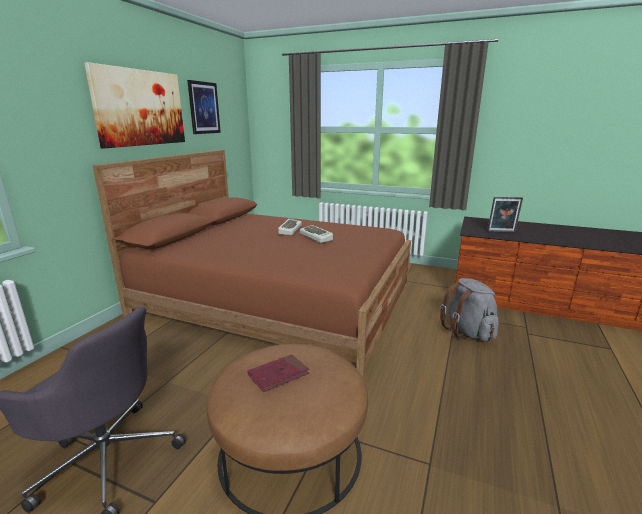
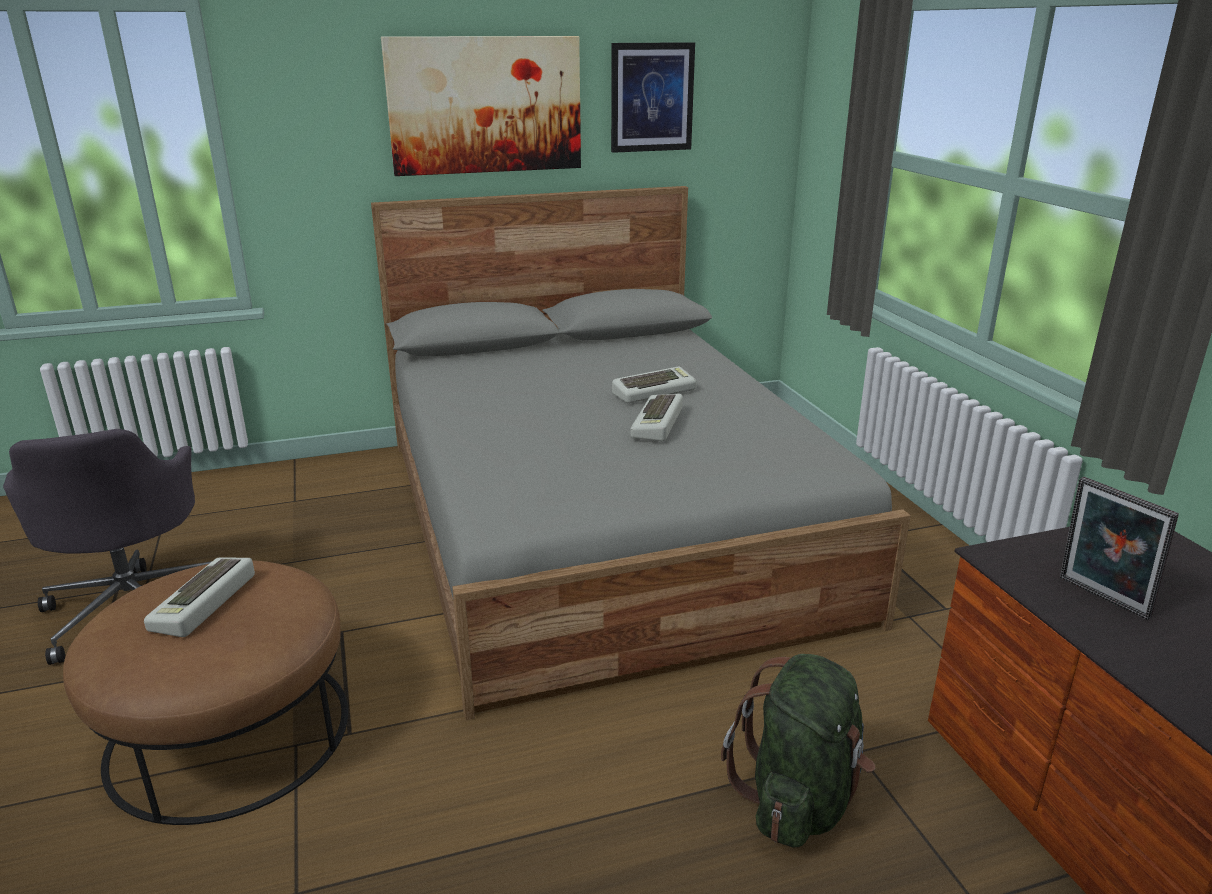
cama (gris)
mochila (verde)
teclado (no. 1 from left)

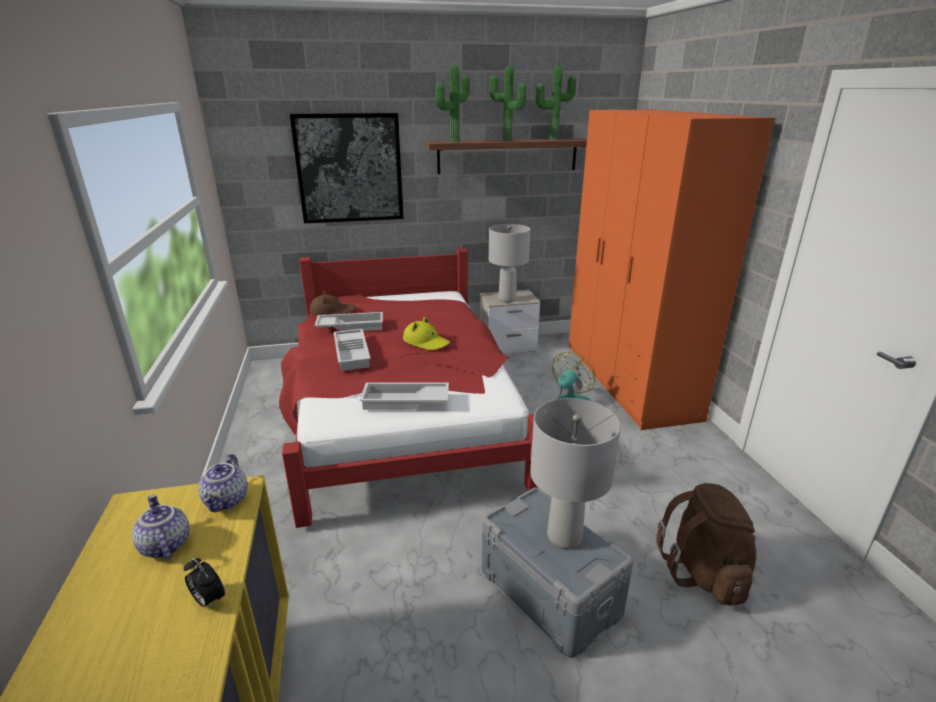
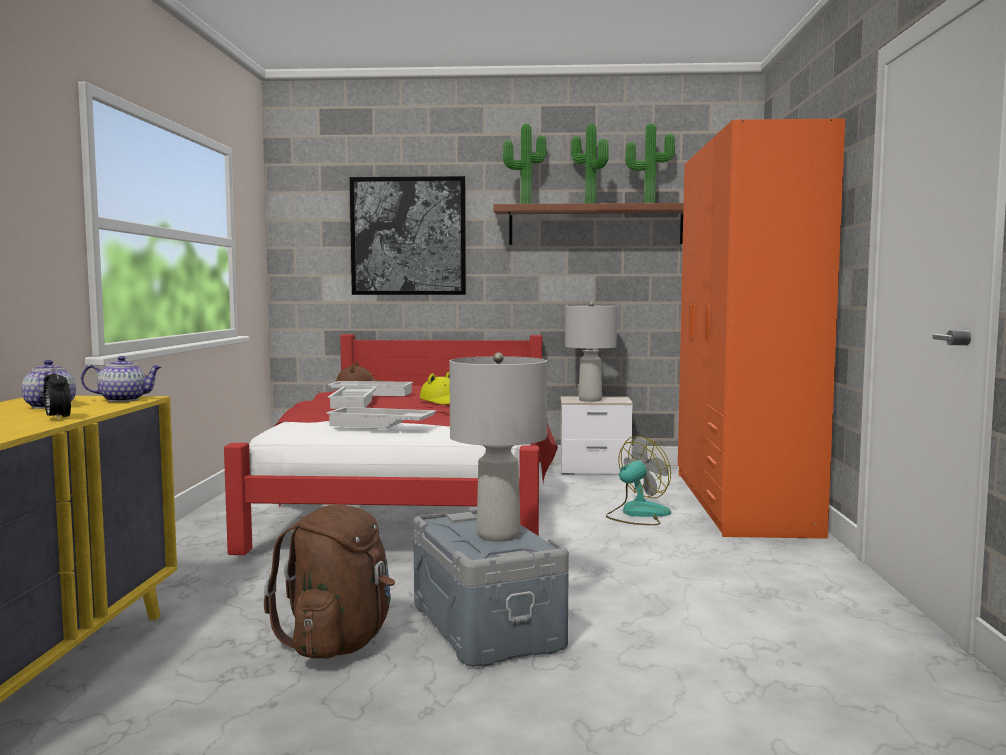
tetera (no. 2 from left)
mochila (marrón)

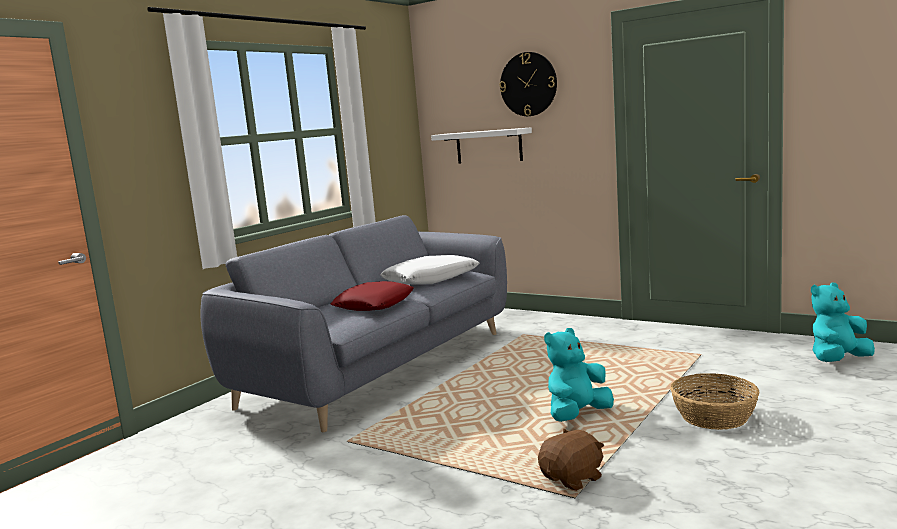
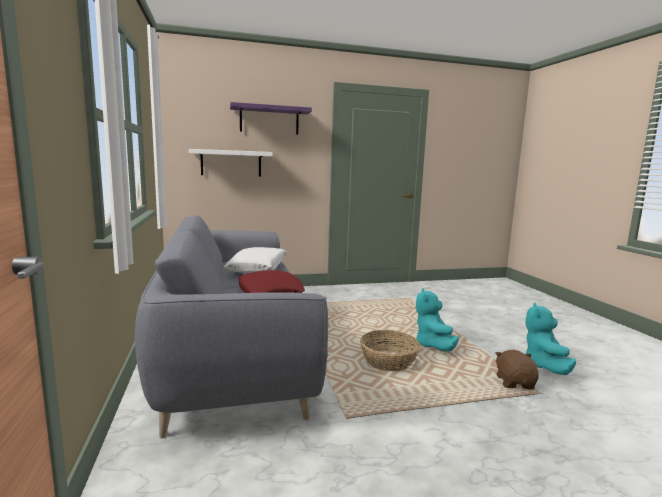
estante (morado)
peluche (turquesa) (no. 2 from left)
cesta

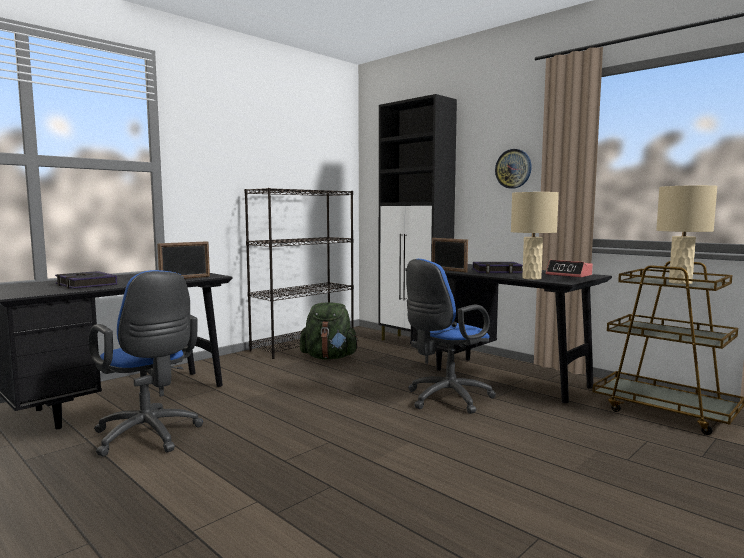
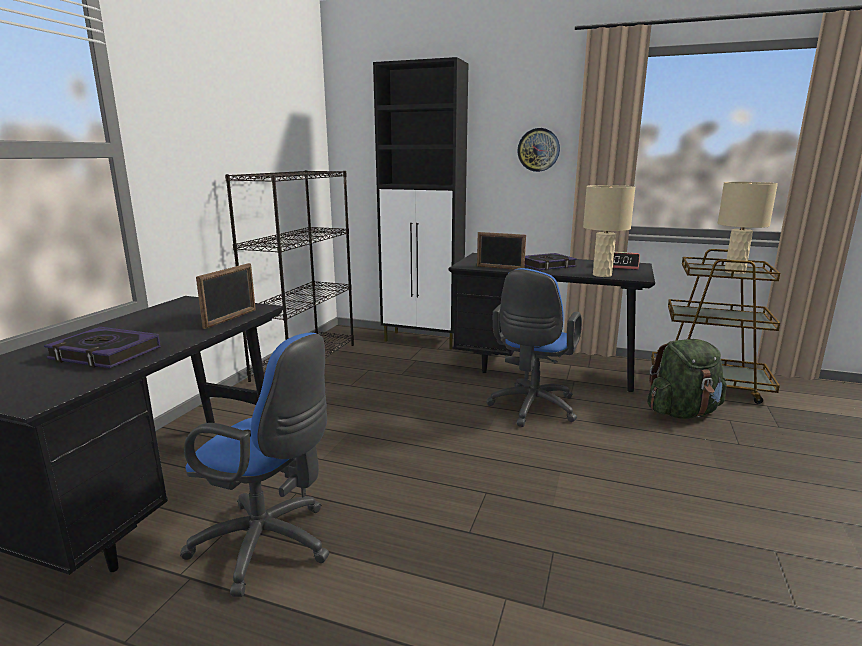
mochila (verde)

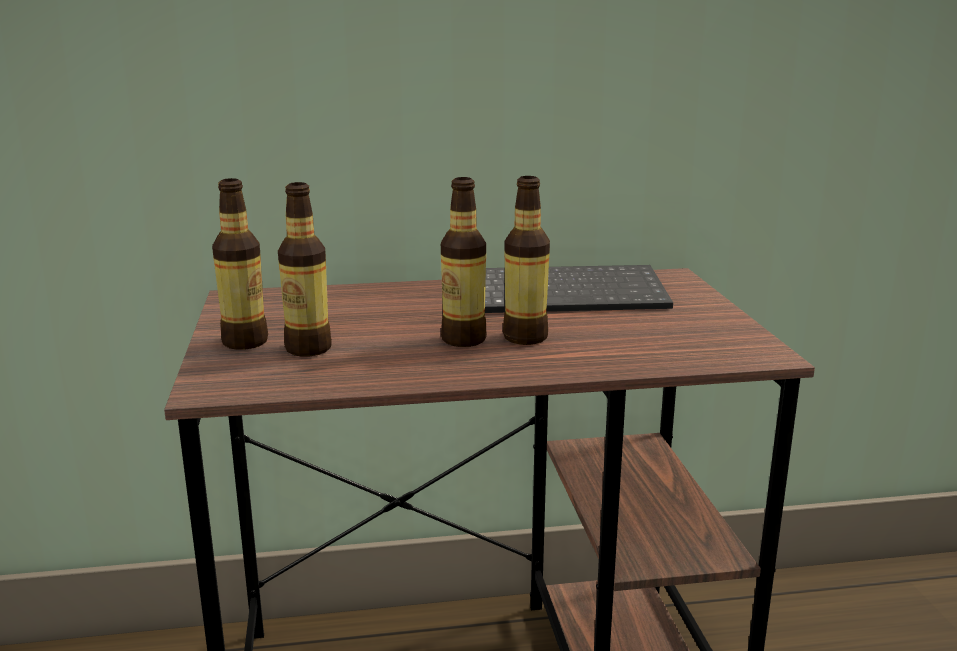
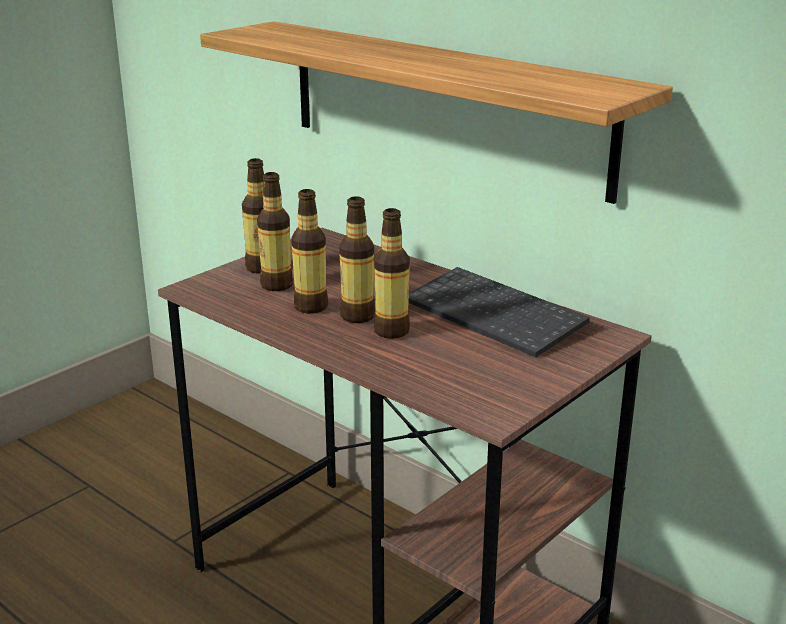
estante
botella (no. 3 from left)

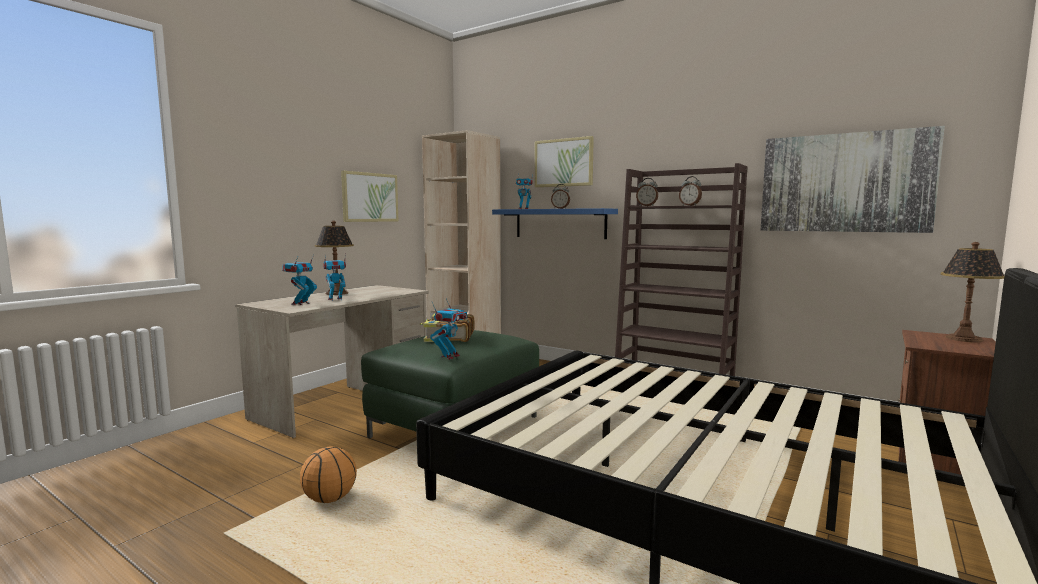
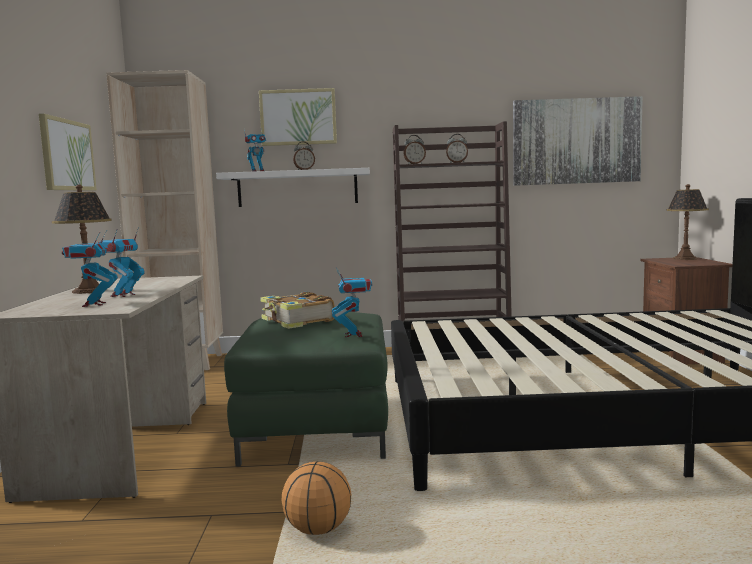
estante (blanco)

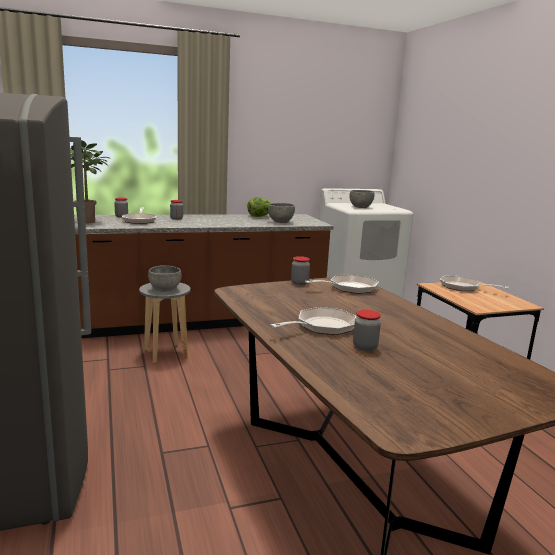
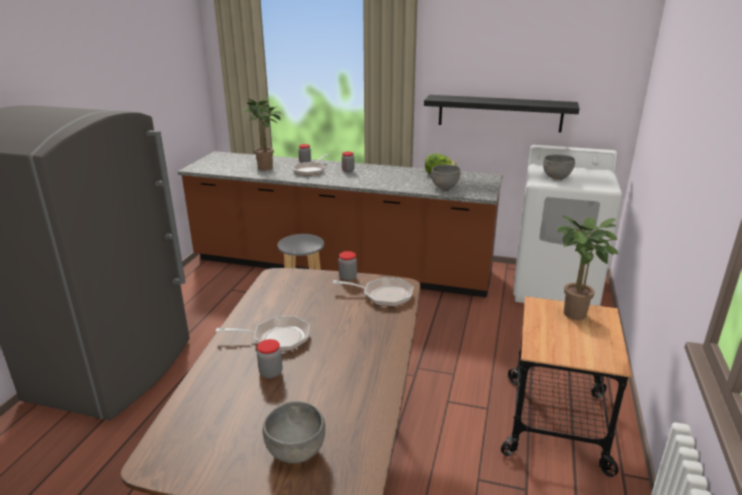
cuenco (gris) (no. 1 from left)
planta en maceta (no. 2 from left)
estante (negro)

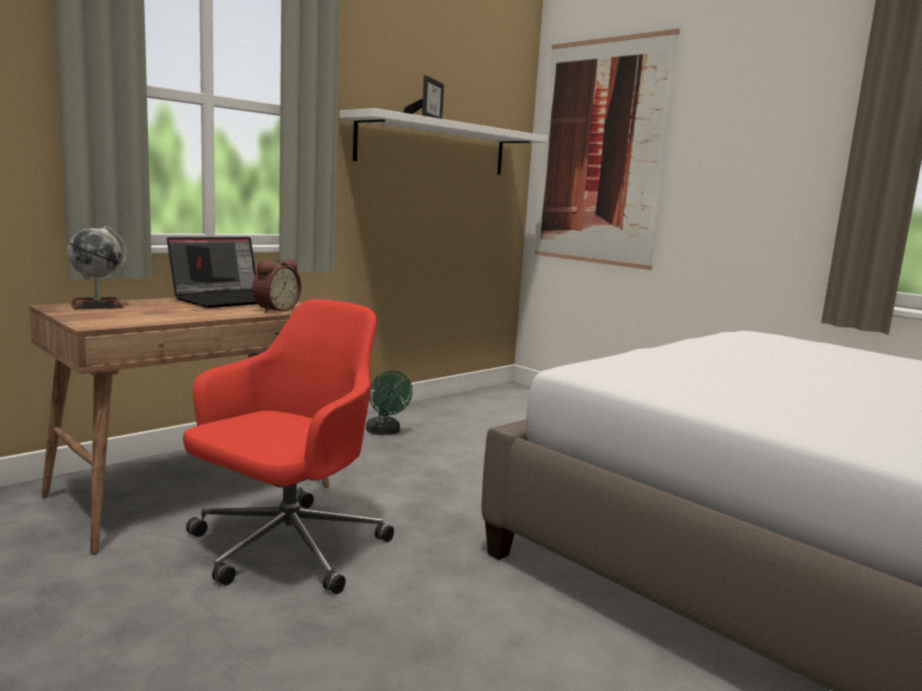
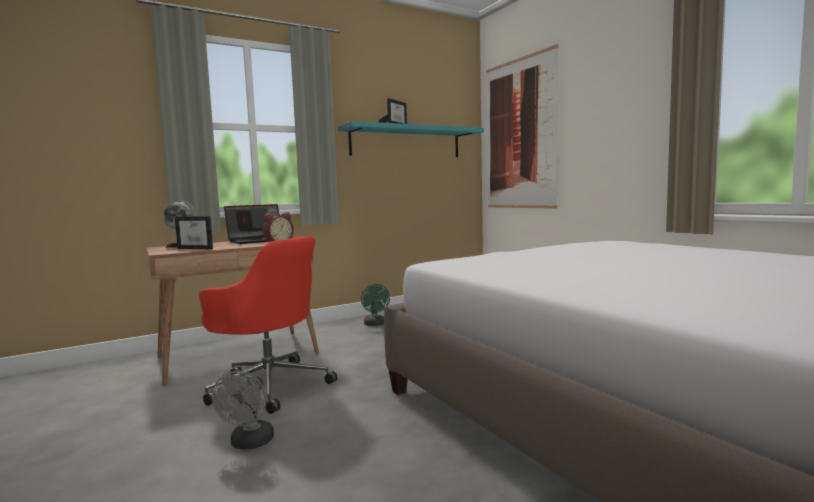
estante (turquesa)
silla de oficina (rojo)
portarretratos (no. 1 from left)
ventilador (gris)

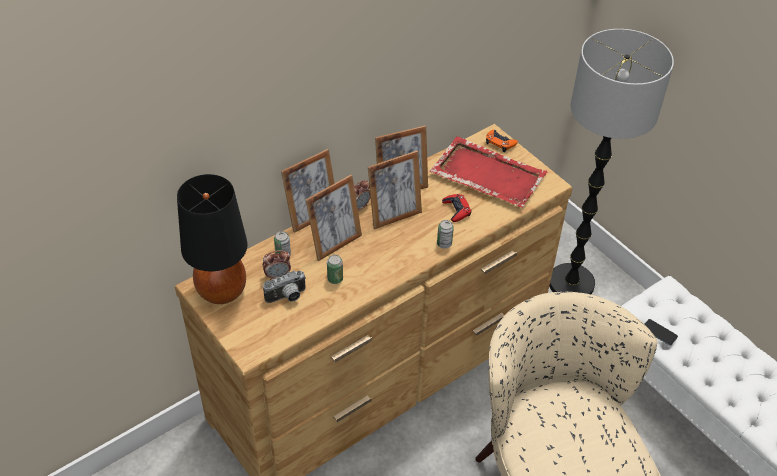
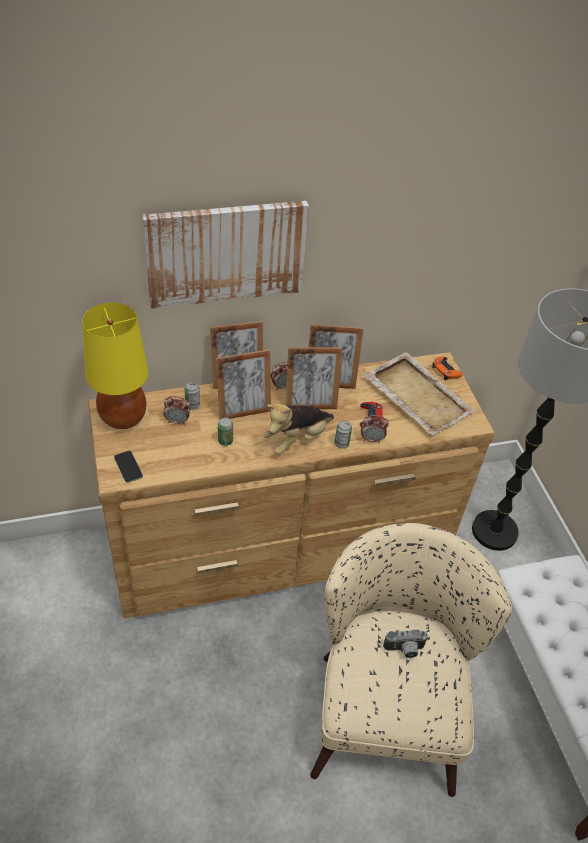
bandeja (beis)
lámpara de mesa (amarillo)
cámara
móvil
cuadro
peluche
despertador (no. 3 from left)

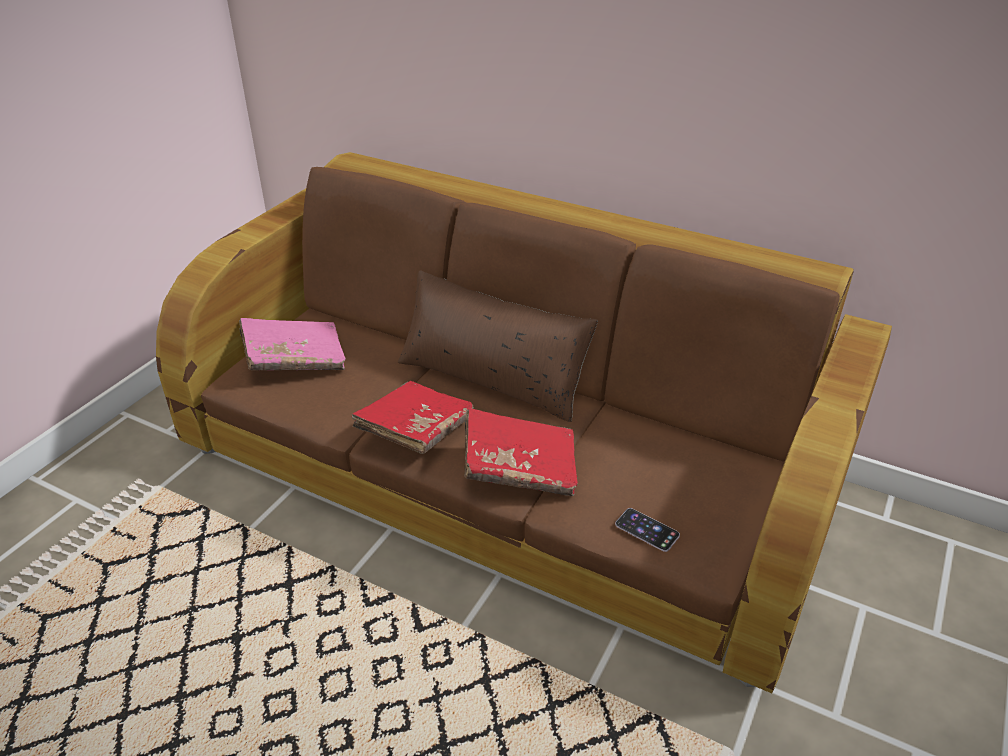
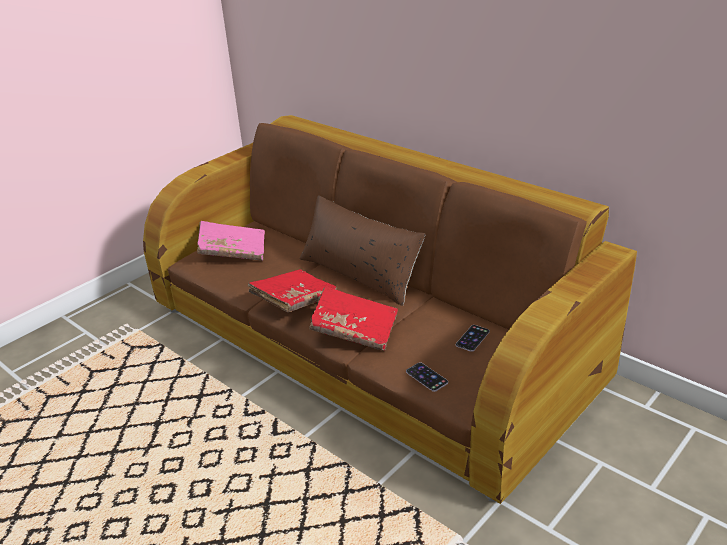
móvil (no. 2 from left)

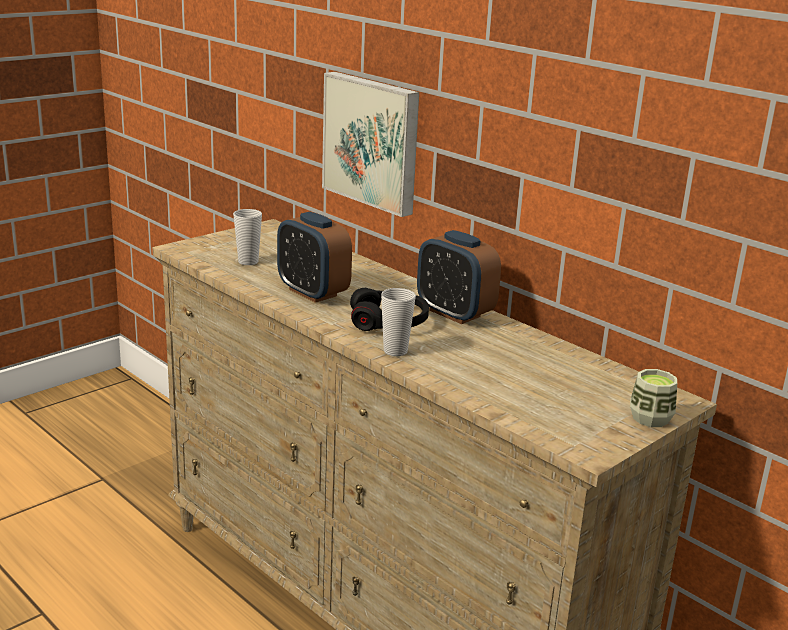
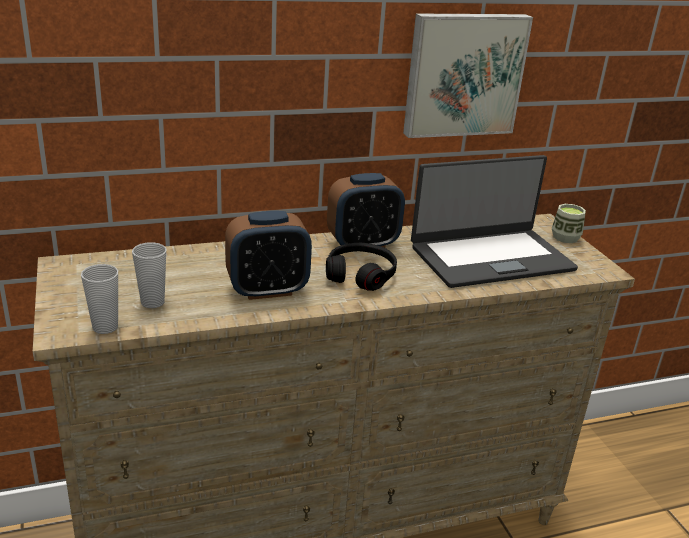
cuadro
taza (no. 1 from left)
portátil

